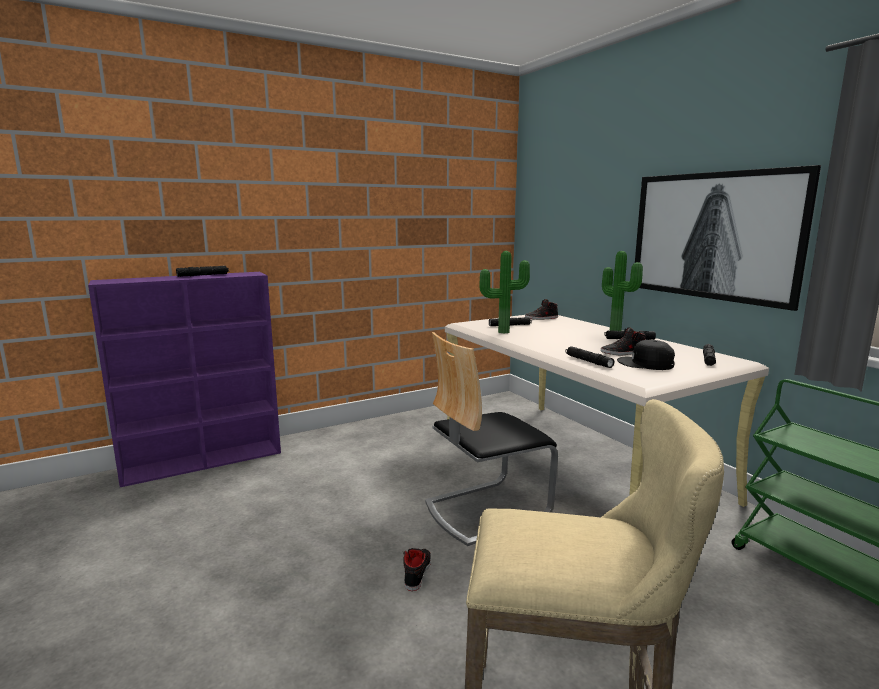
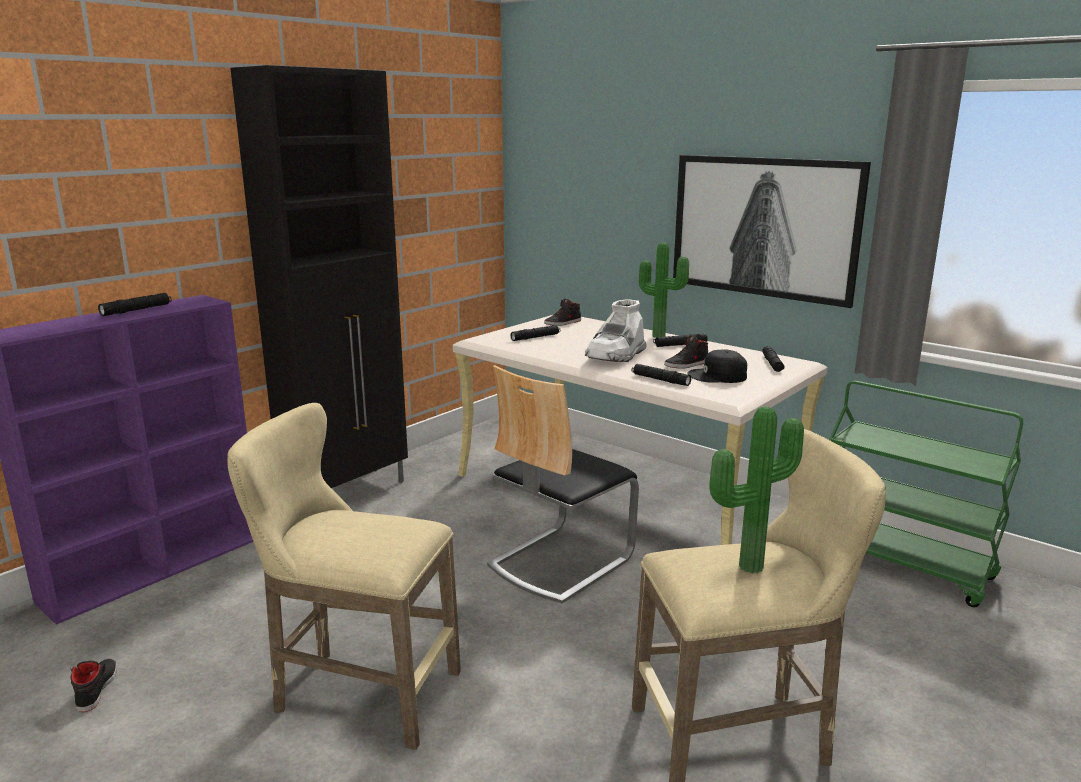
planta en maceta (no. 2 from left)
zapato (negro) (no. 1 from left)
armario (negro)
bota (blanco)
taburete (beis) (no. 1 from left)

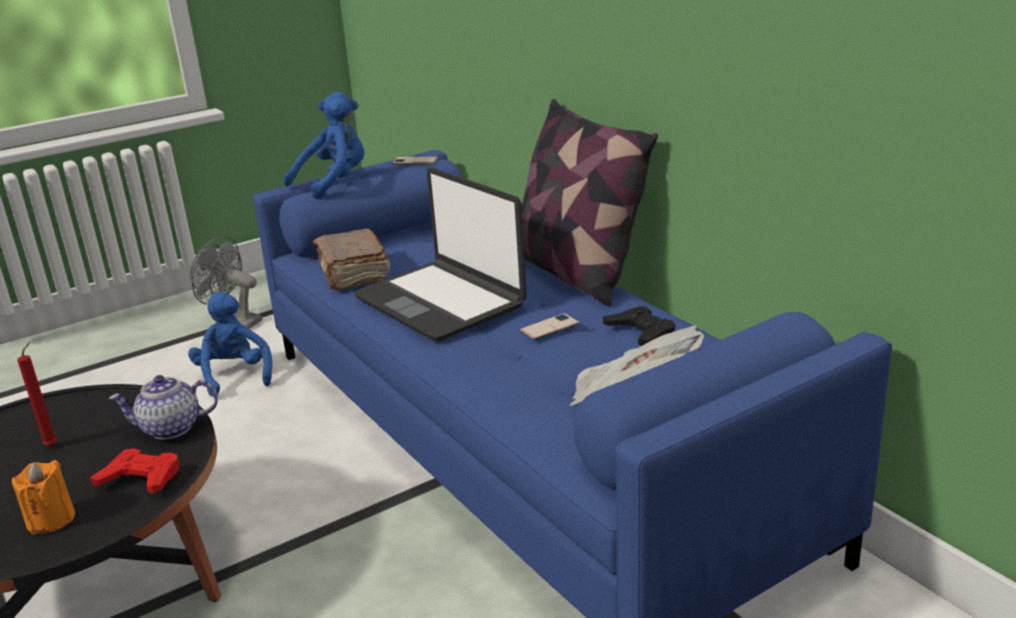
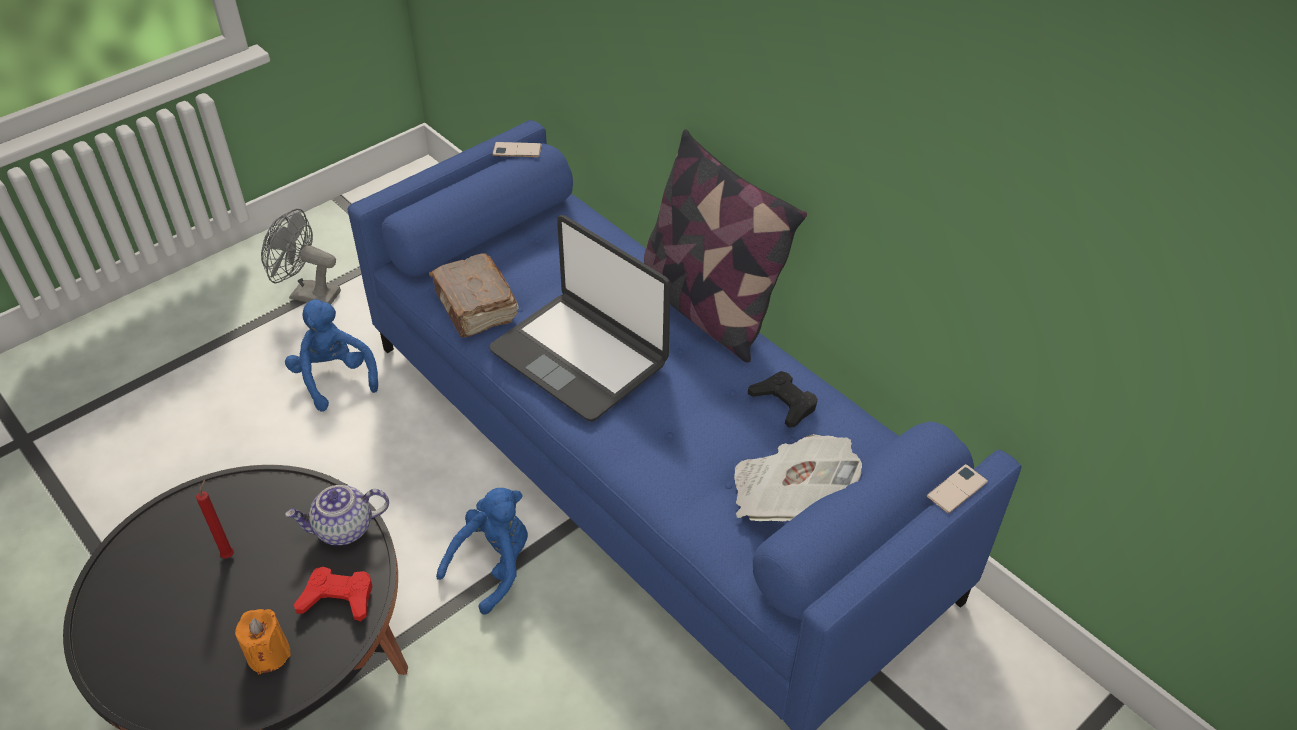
peluche (azul) (no. 2 from left)
móvil (no. 2 from left)

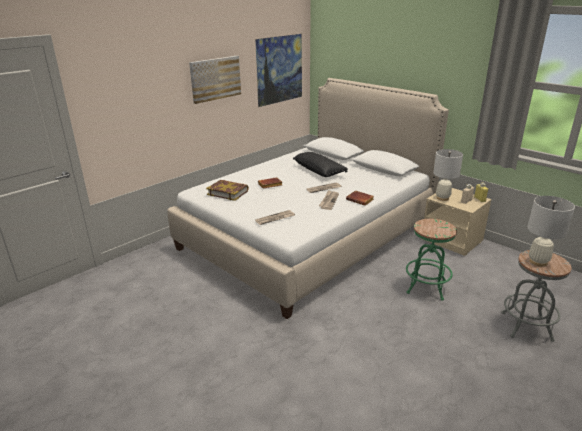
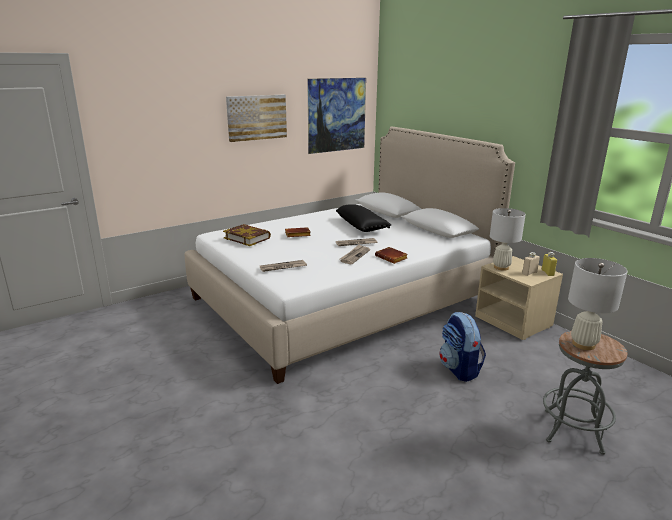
mochila

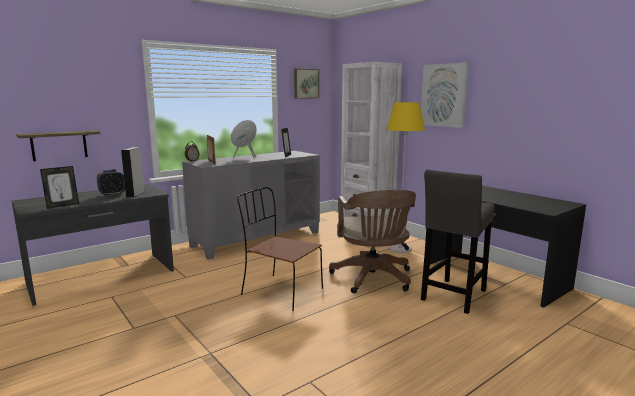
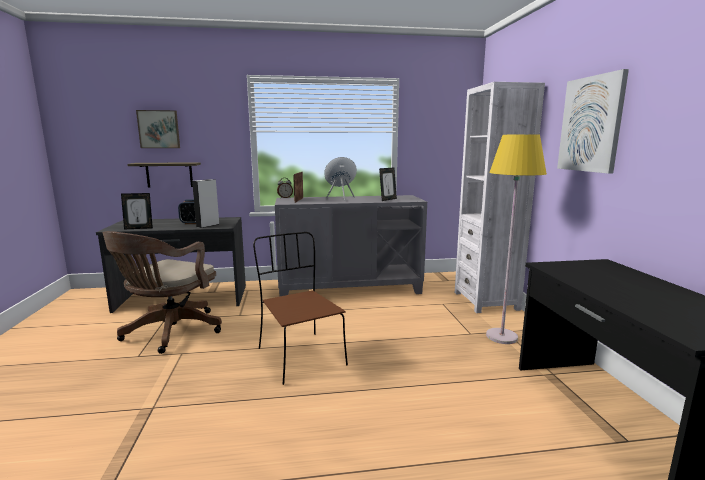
cuadro (no. 1 from left)
taburete (gris)
silla de oficina (marrón)

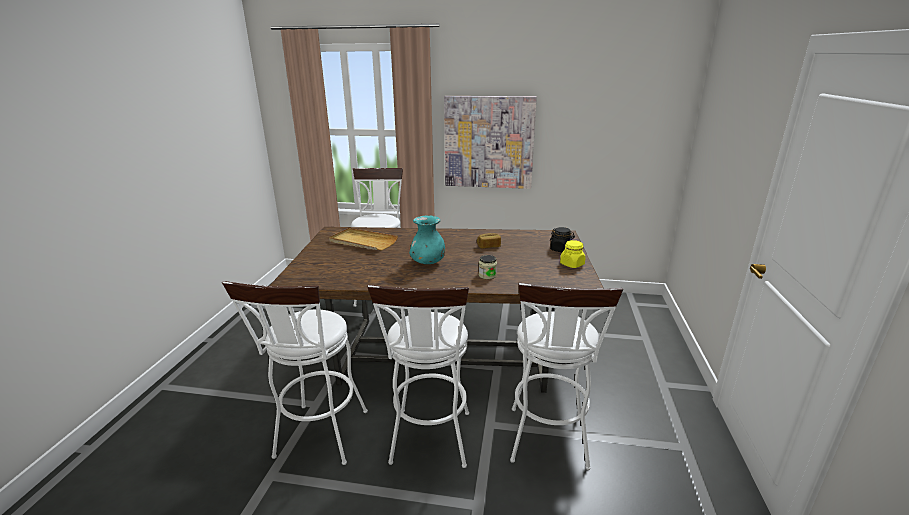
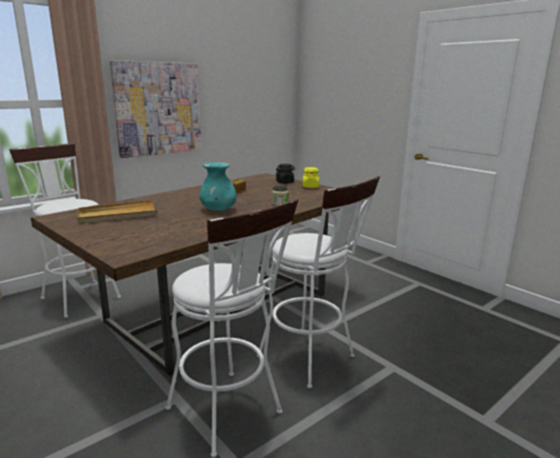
taburete (blanco) (no. 4 from left in the first image)

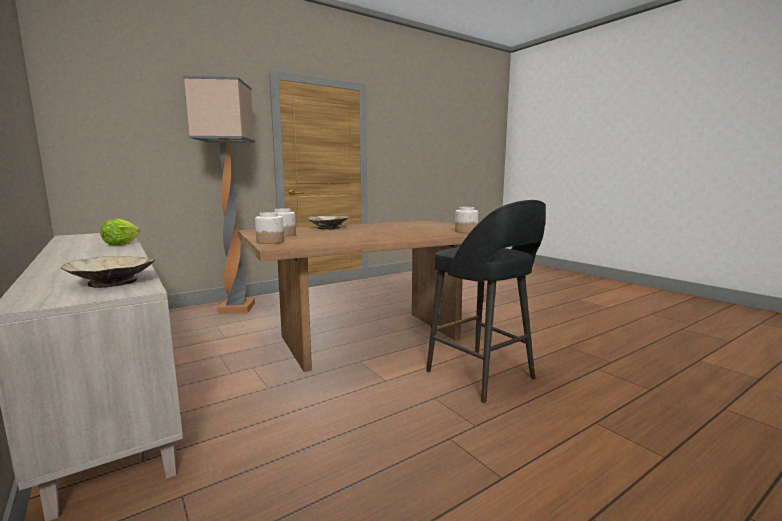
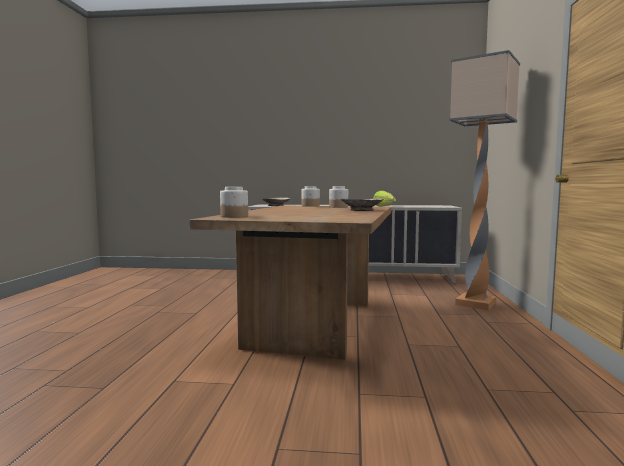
taburete (negro)

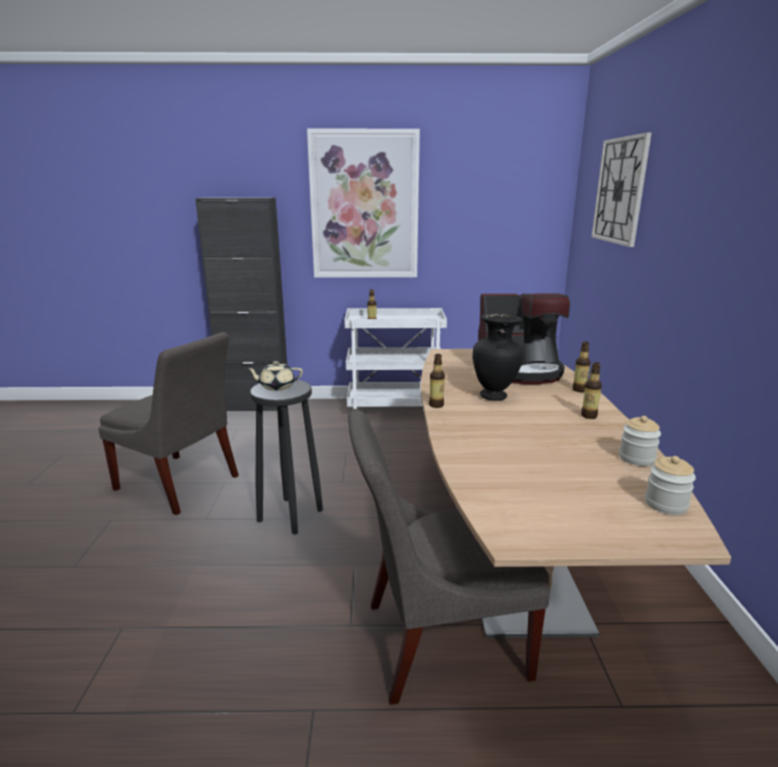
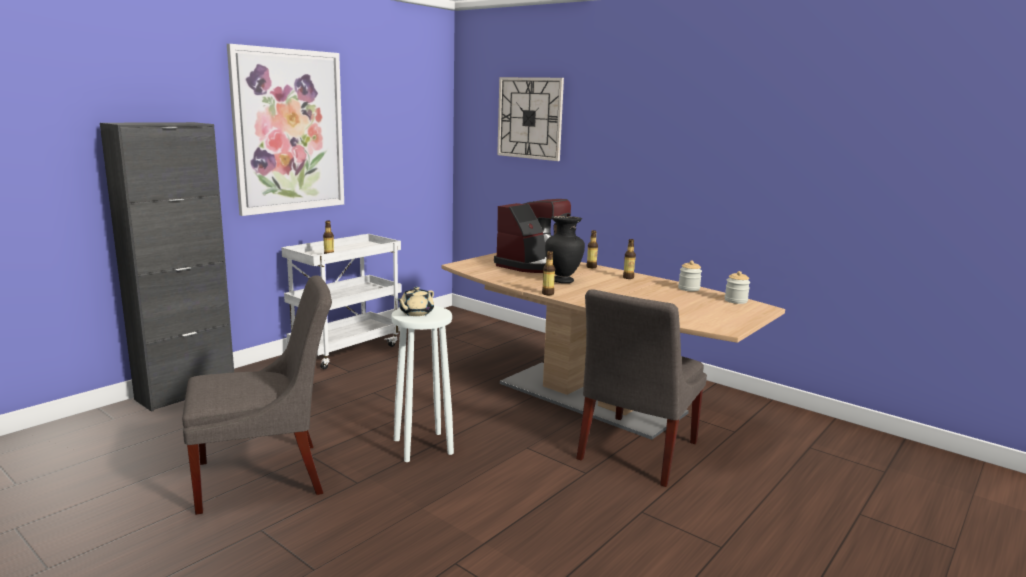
taburete (blanco)

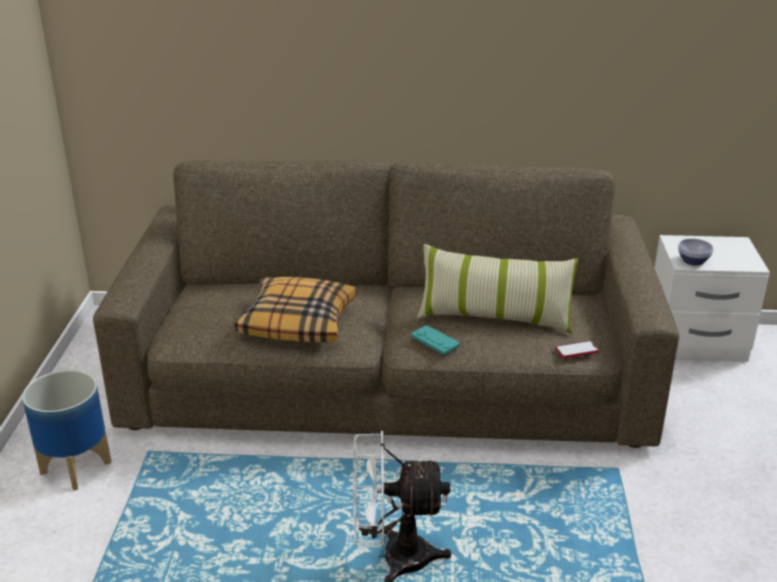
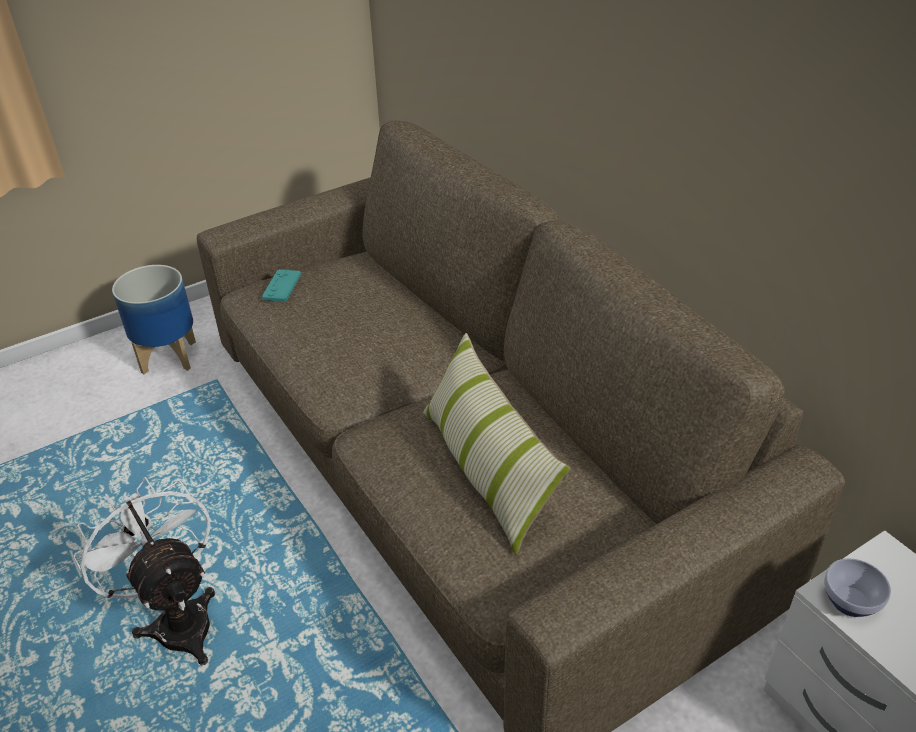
cojín (no. 1 from left in the first image)
mando de consola (turquesa)
móvil

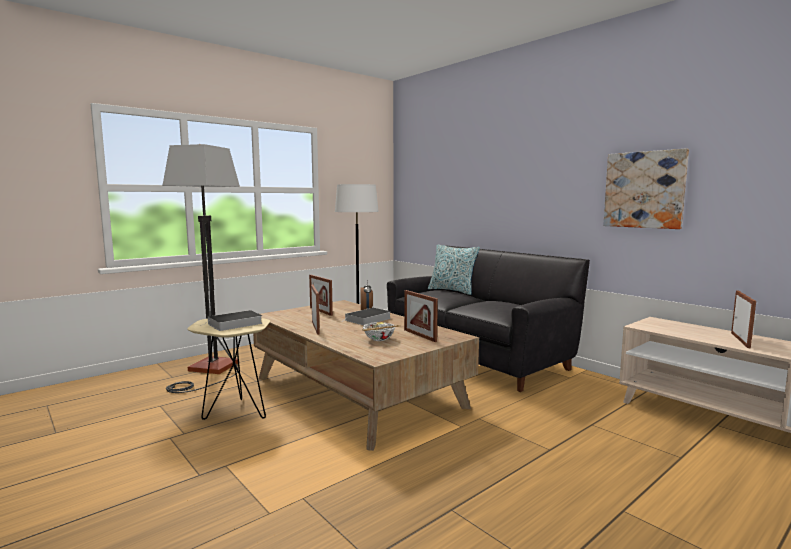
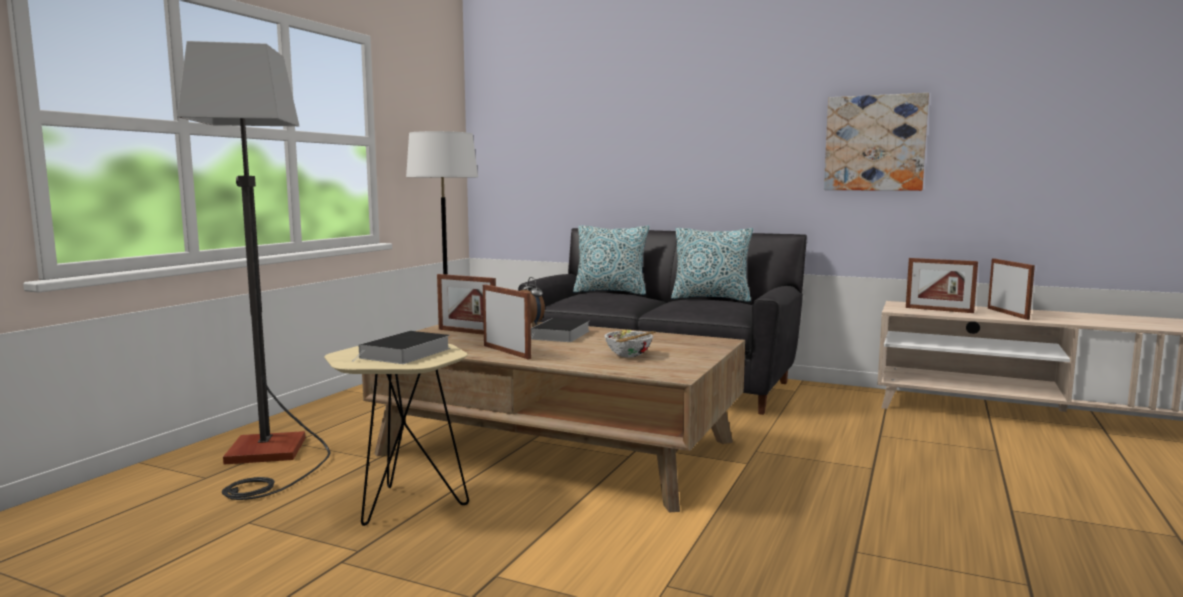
portarretratos (no. 3 from left)
cojín (no. 2 from left)

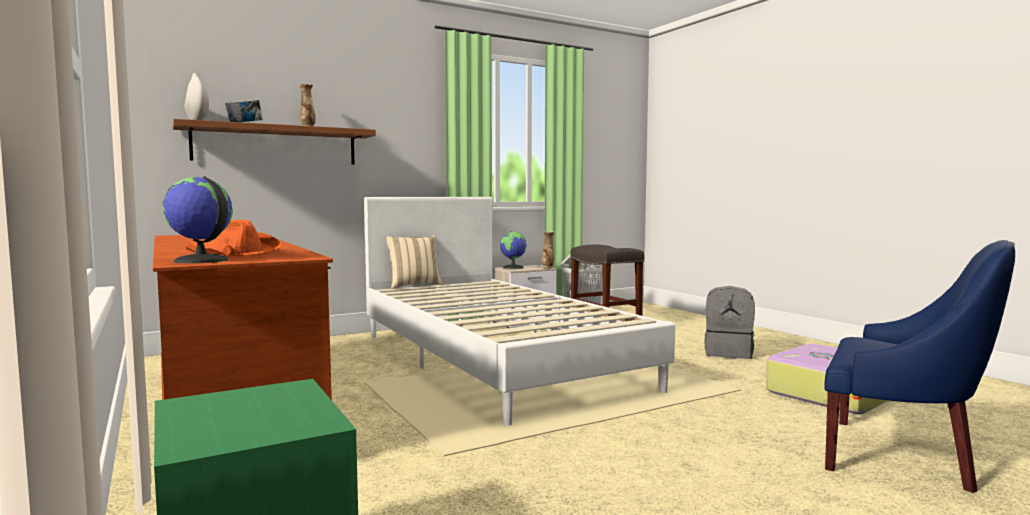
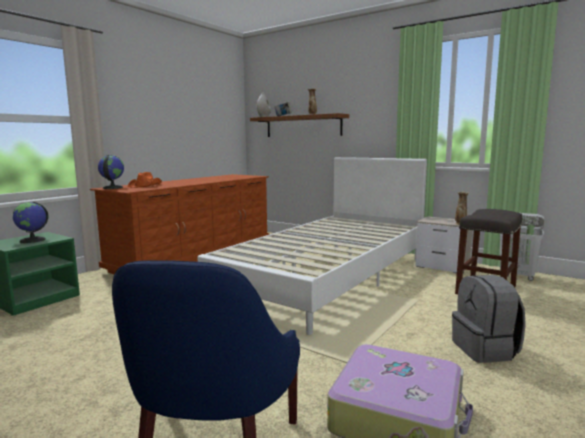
globo terráqueo (no. 1 from left)
cojín (beis)

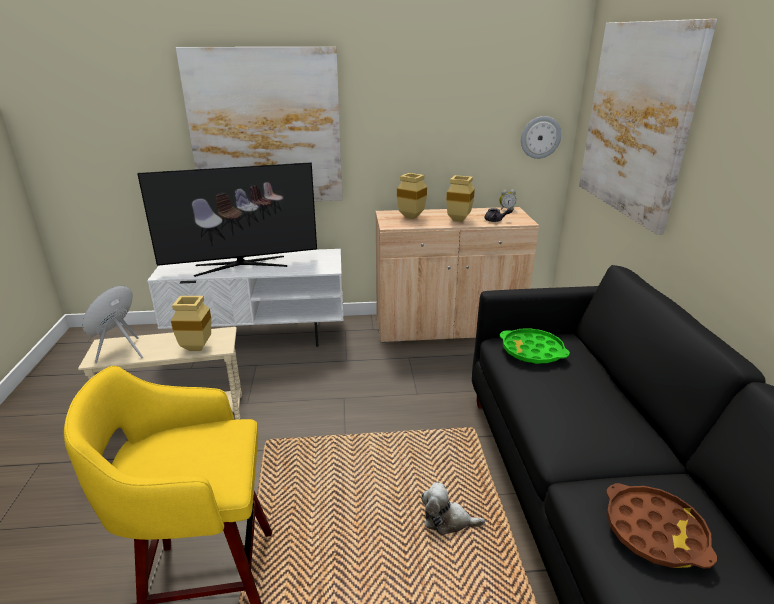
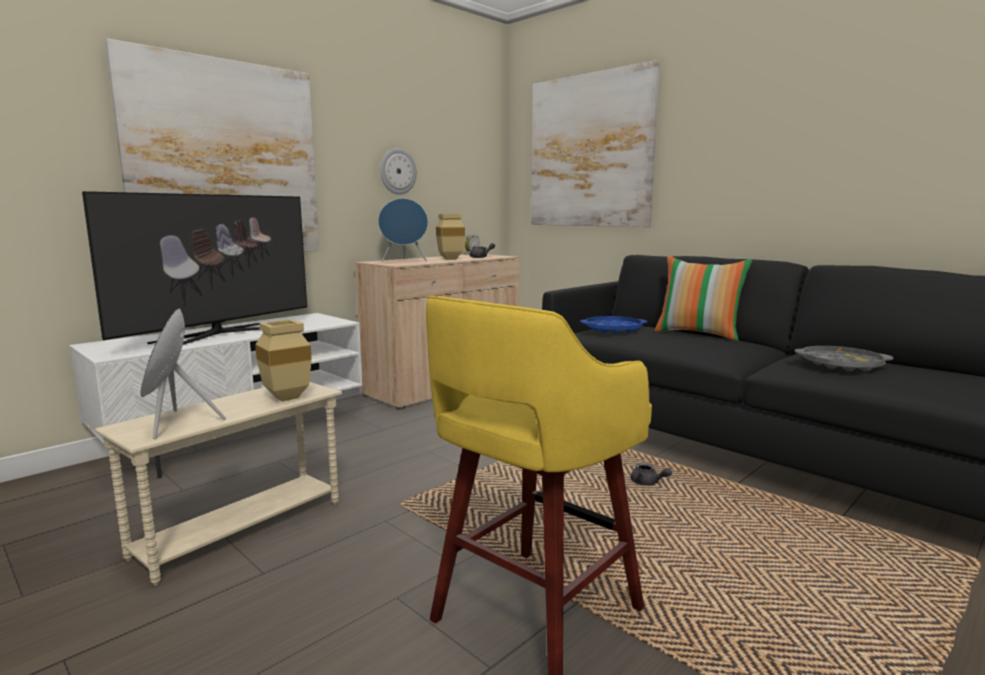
reloj de pared
altavoz (azul) (no. 2 from left)
bandeja (azul)
tetera (gris) (no. 2 from left)
bandeja (gris)
cojín

